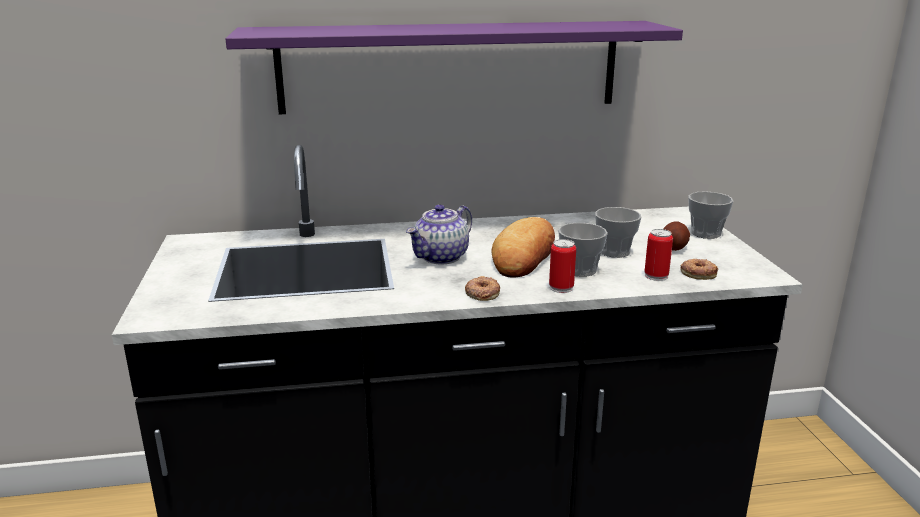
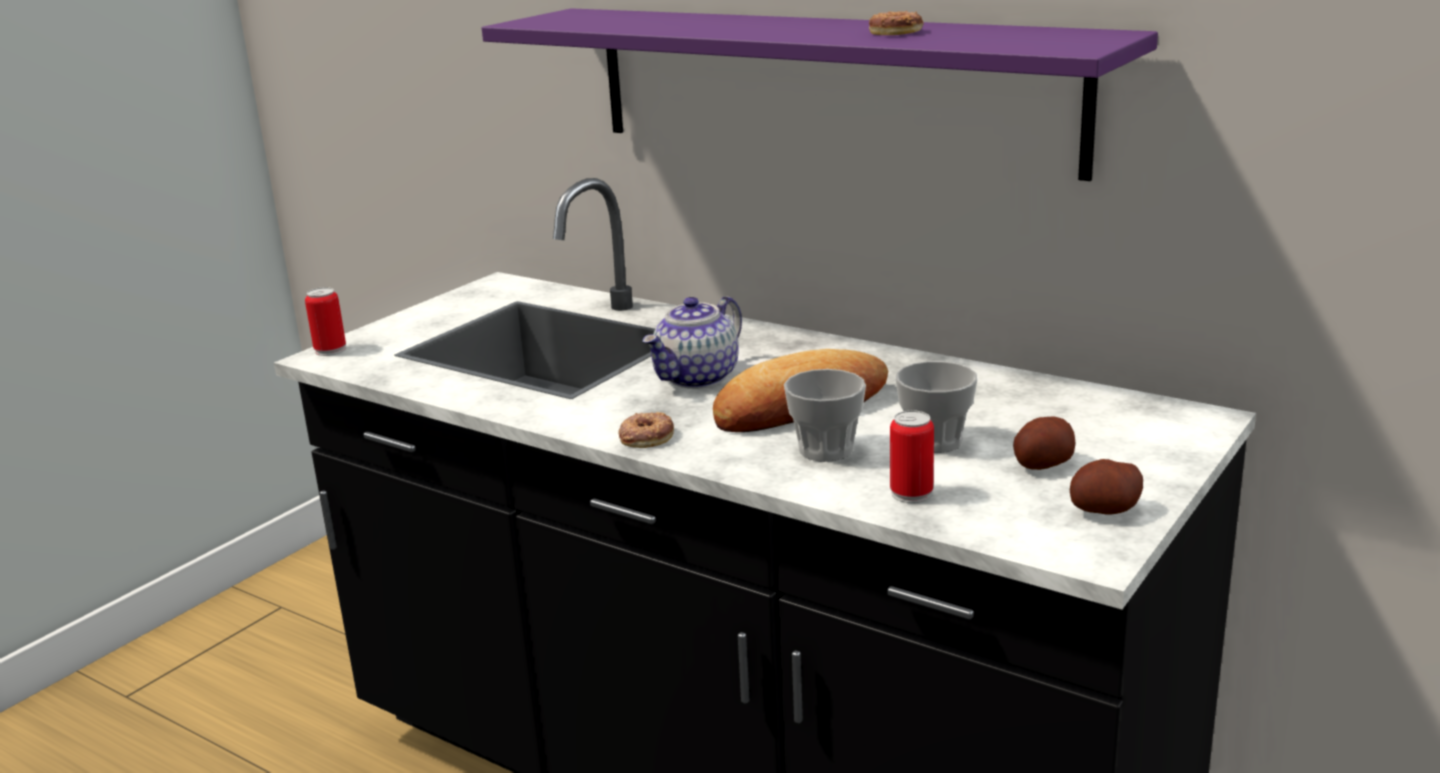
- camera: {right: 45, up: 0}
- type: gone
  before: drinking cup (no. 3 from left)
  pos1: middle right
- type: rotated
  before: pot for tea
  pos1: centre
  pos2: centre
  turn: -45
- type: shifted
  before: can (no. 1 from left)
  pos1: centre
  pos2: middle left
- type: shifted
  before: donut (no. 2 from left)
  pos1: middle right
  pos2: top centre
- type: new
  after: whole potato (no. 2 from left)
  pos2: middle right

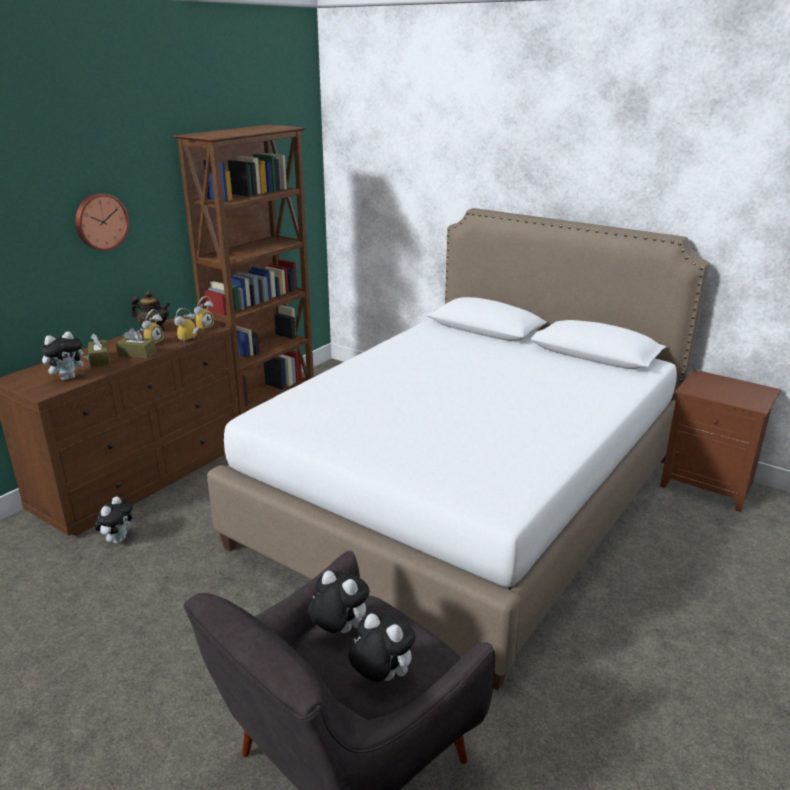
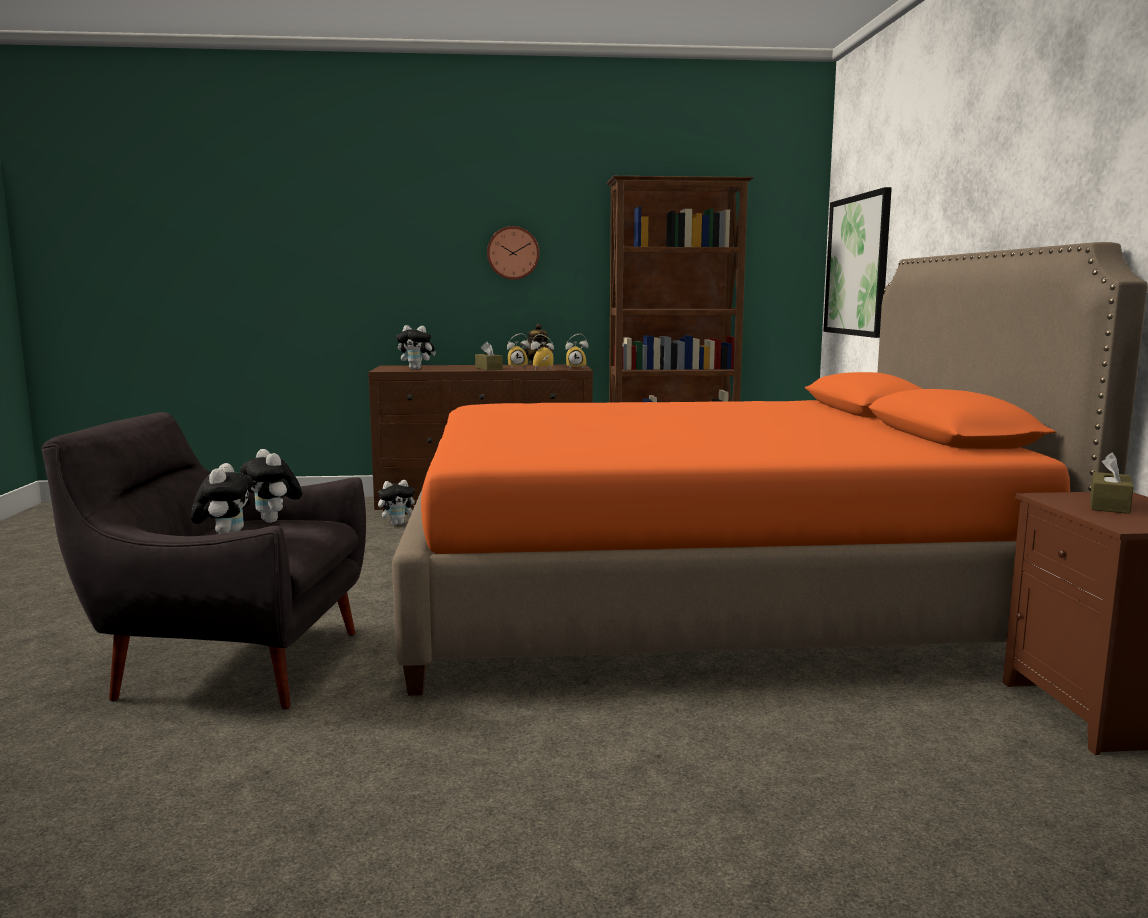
- camera: {right: 50, up: -15}
- type: repainted
  before: sleeping bed (white)
  after: sleeping bed (orangey)
  pos1: centre
  pos2: middle right
- type: shifted
  before: box of tissues (brown) (no. 1 from left in the first image)
  after: box of tissues (brown) (no. 2 from left)
  pos1: middle left
  pos2: middle right
- type: rotated
  before: cuddly toy (no. 3 from left in the first image)
  pos1: bottom centre
  pos2: middle left
  turn: 150
- type: new
  after: wall art
  pos2: top right

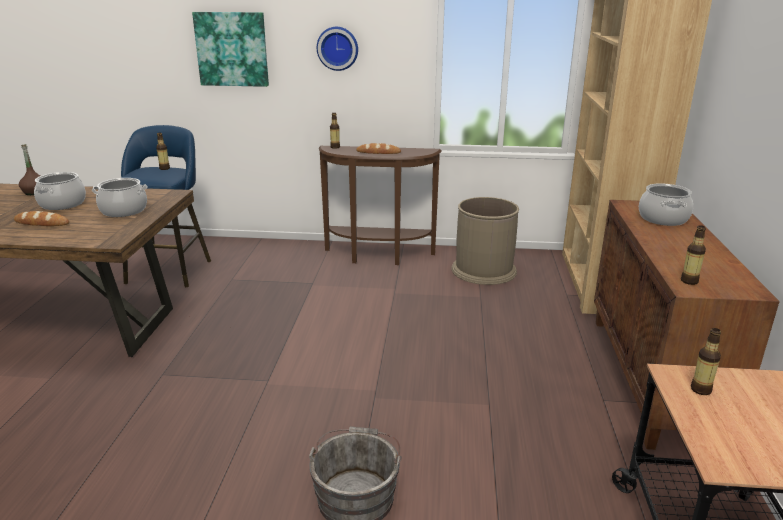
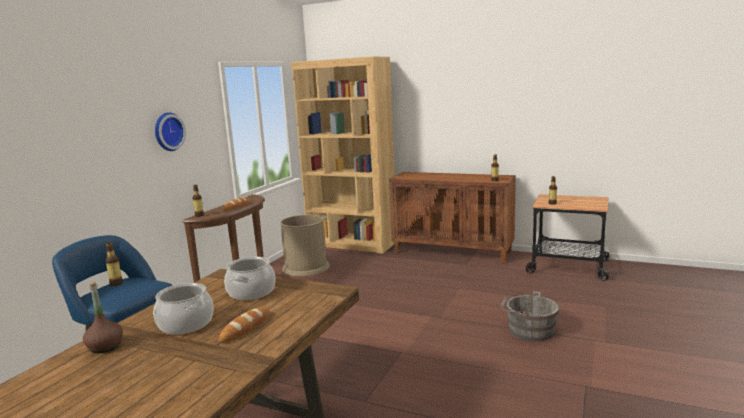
- camera: {right: -70, up: -10}
- type: gone
  before: wall art
  pos1: top left
- type: gone
  before: cooking pot (no. 3 from left)
  pos1: middle right

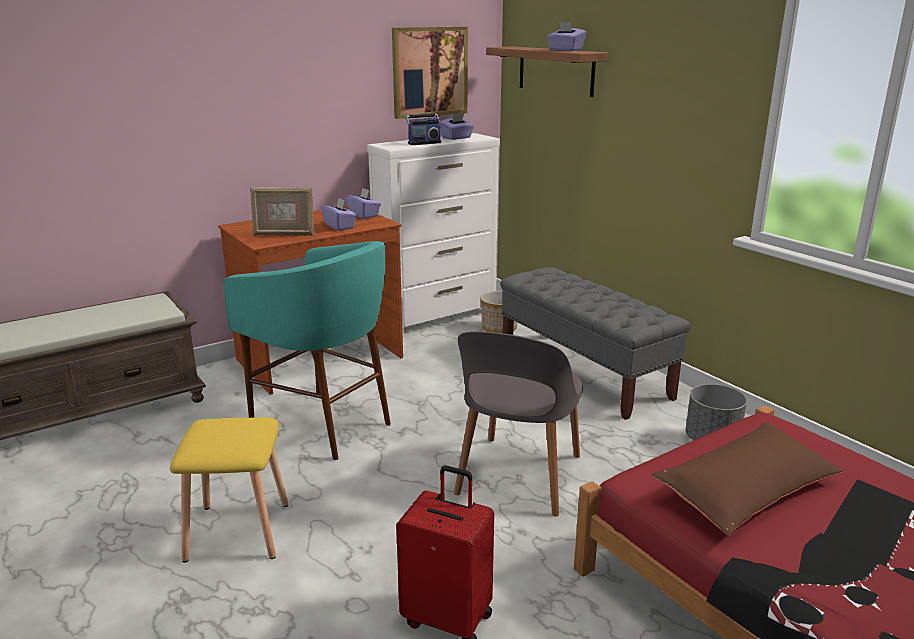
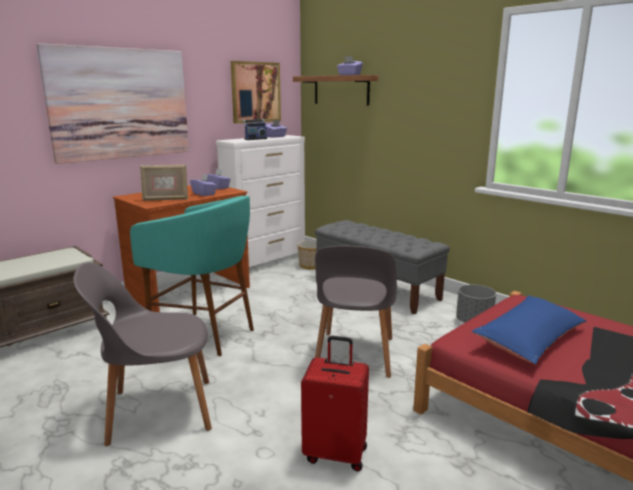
- camera: {right: -10, up: -5}
- type: swapped
  before: sitting stool (yellow)
  after: plain chair (grey) (no. 1 from left)
  pos1: bottom left
  pos2: bottom left
- type: repainted
  before: cushion (brown)
  after: cushion (blue)
  pos1: bottom right
  pos2: bottom right
- type: new
  after: wall art (no. 1 from left)
  pos2: top left

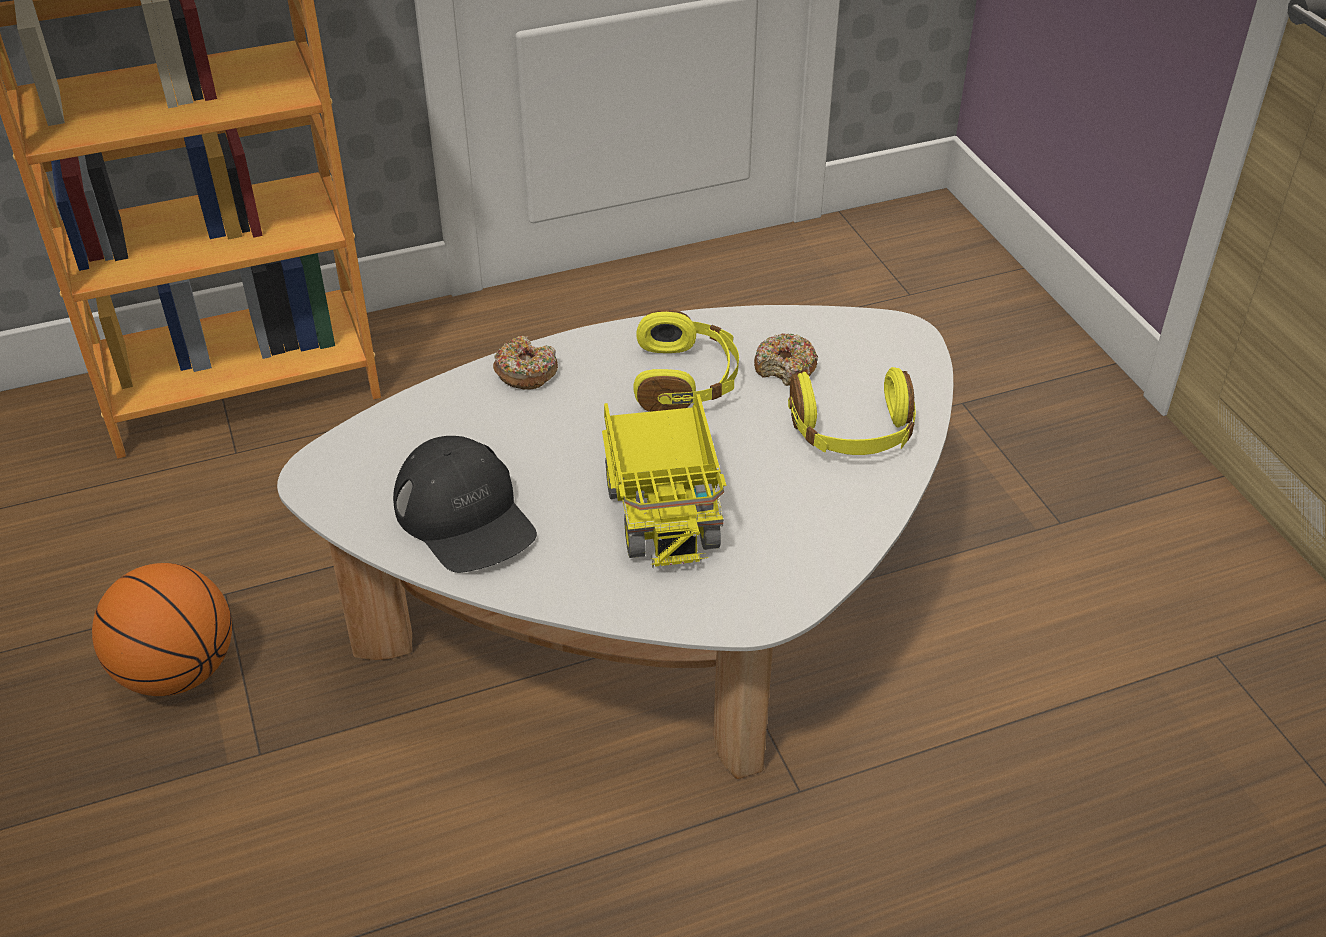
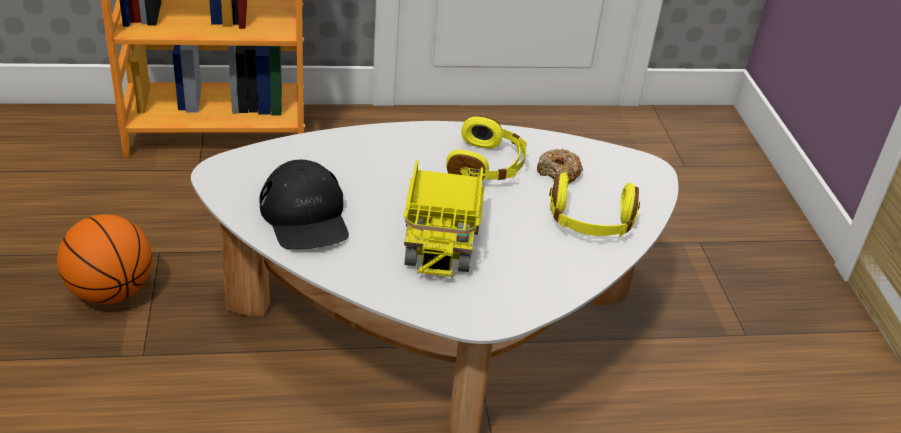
- camera: {right: 10, up: -5}
- type: gone
  before: donut (no. 1 from left)
  pos1: centre

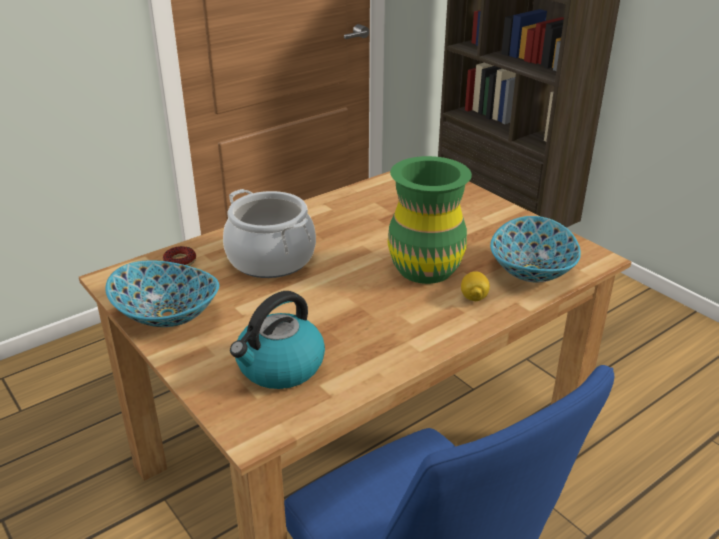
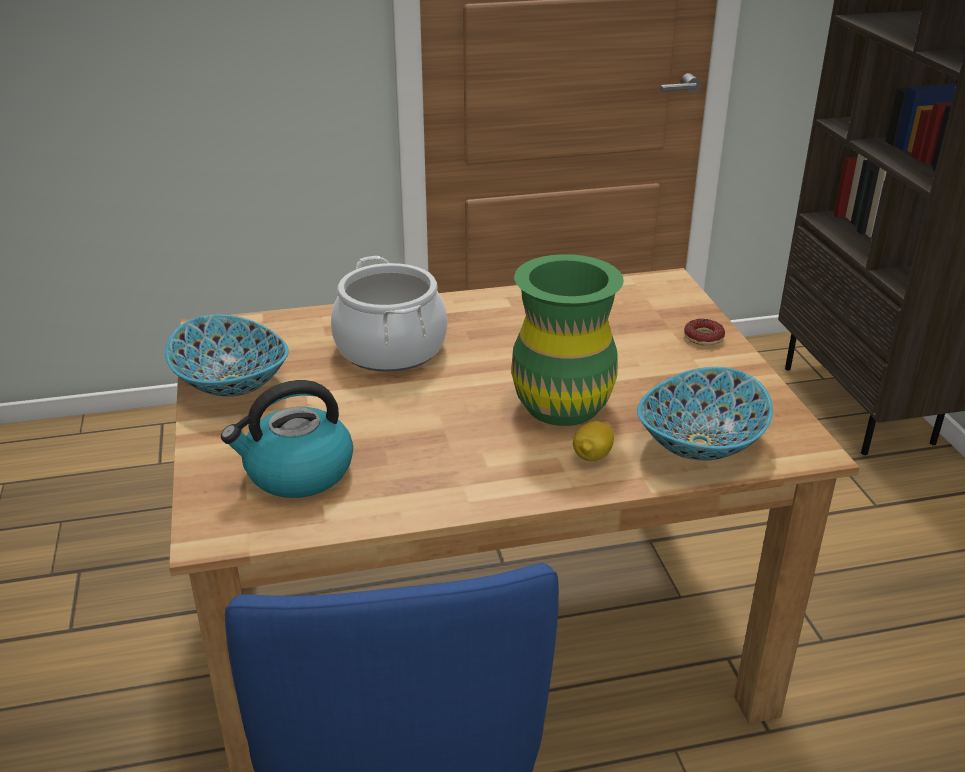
- camera: {right: 25, up: 0}
- type: shifted
  before: donut
  pos1: middle left
  pos2: middle right

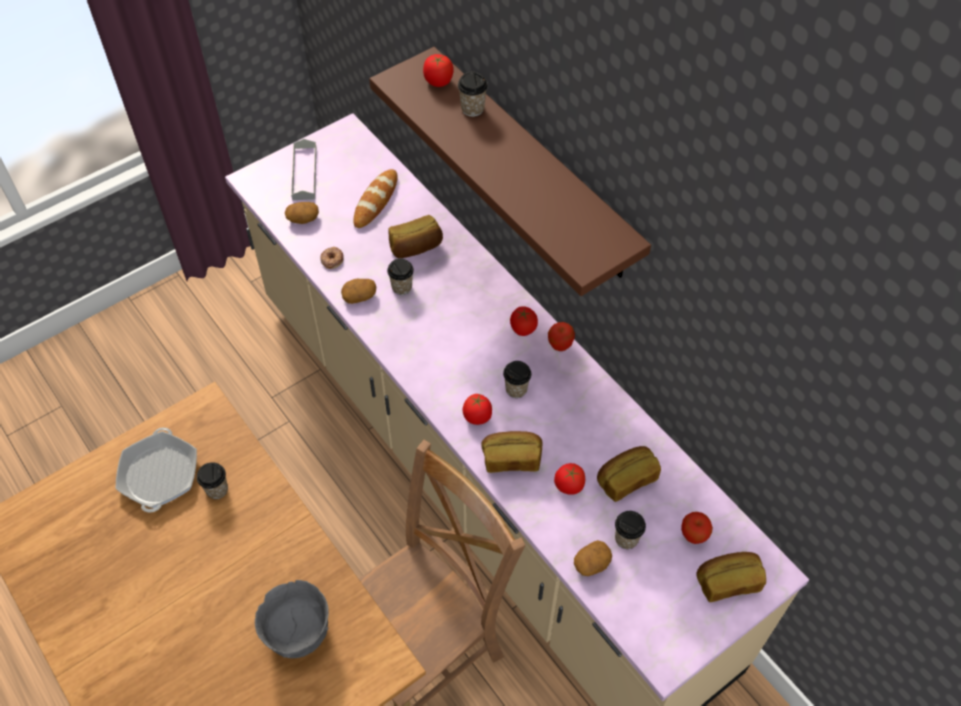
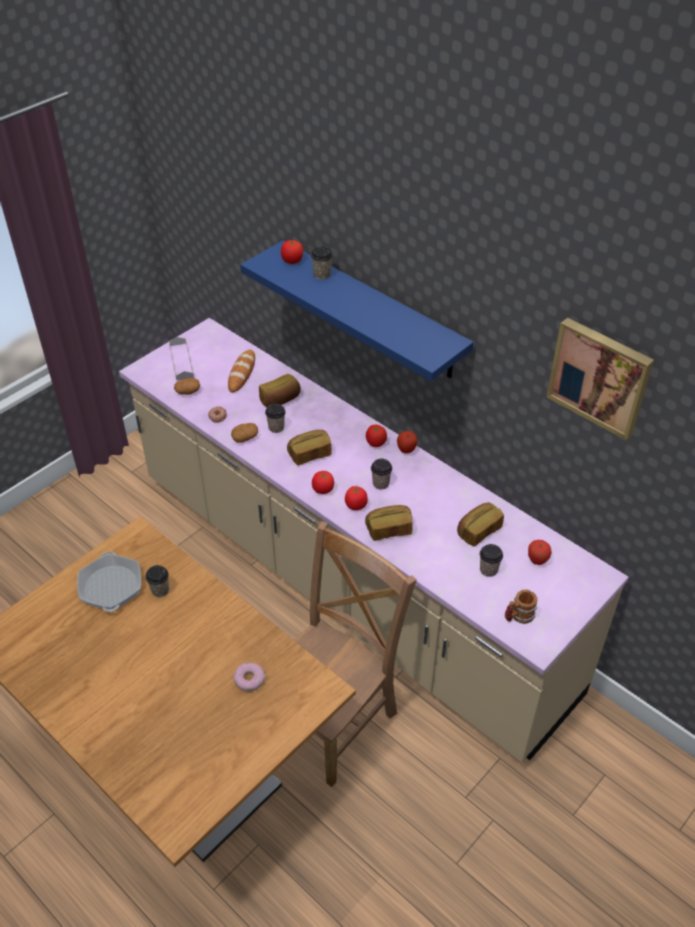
- camera: {right: -10, up: -10}
- type: repainted
  before: shelf (brown)
  after: shelf (blue)
  pos1: top centre
  pos2: centre
- type: shifted
  before: fresh tomato (no. 4 from left in the first image)
  after: fresh tomato (no. 2 from left)
  pos1: bottom centre
  pos2: centre
- type: gone
  before: whole potato (no. 3 from left)
  pos1: bottom centre
- type: shifted
  before: bakery bread (no. 5 from left in the first image)
  after: bakery bread (no. 3 from left)
  pos1: bottom right
  pos2: centre
- type: swapped
  before: deep dish (grey)
  after: donut (no. 2 from left)
  pos1: bottom left
  pos2: bottom centre
- type: new
  after: wall art
  pos2: middle right
- type: new
  after: tea mug
  pos2: middle right

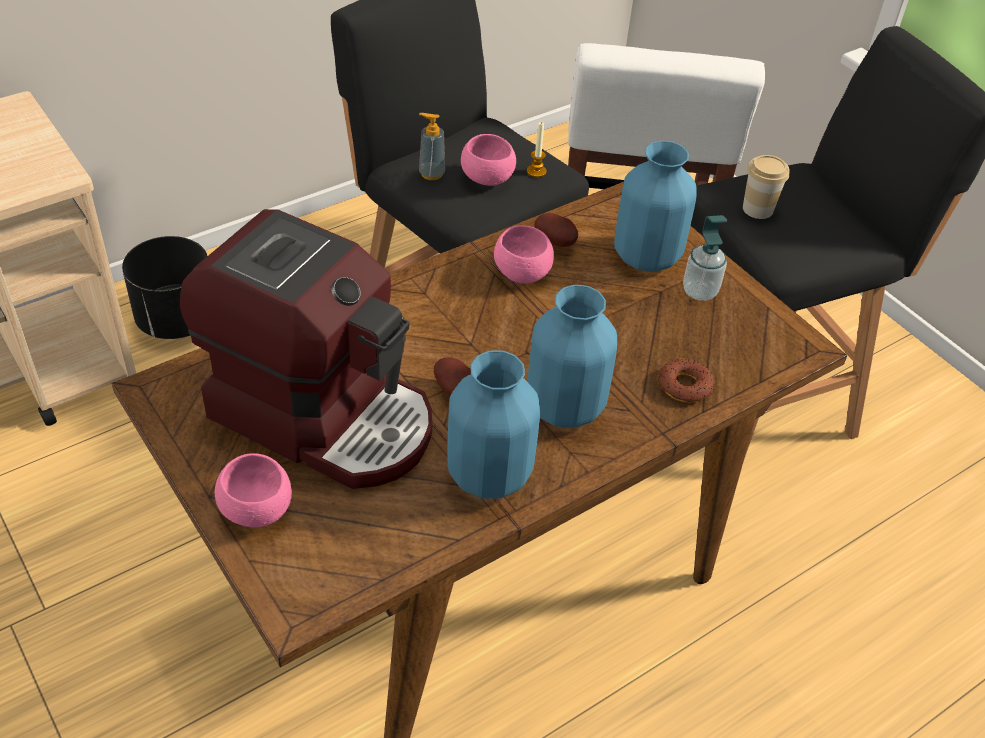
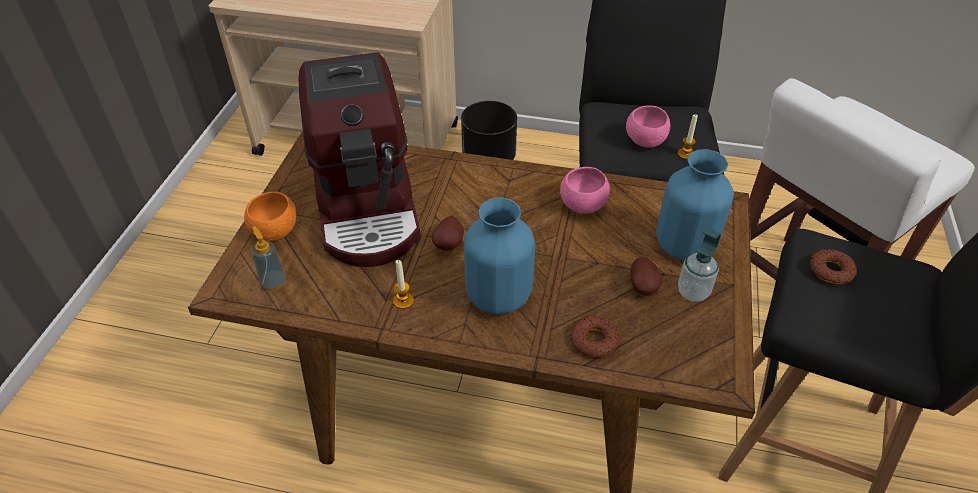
- camera: {right: 50, up: 0}
- type: shifted
  before: soap bottle (no. 1 from left)
  pos1: top centre
  pos2: middle left
- type: swapped
  before: drinking cup
  after: donut (no. 2 from left)
  pos1: top right
  pos2: middle right
- type: shifted
  before: whole potato (no. 2 from left)
  pos1: top centre
  pos2: centre
- type: swapped
  before: flower vase (blue) (no. 1 from left)
  after: wax light (no. 1 from left)
  pos1: centre
  pos2: centre
- type: repainted
  before: deep dish (pink) (no. 1 from left)
  after: deep dish (orangey)
  pos1: middle left
  pos2: middle left

